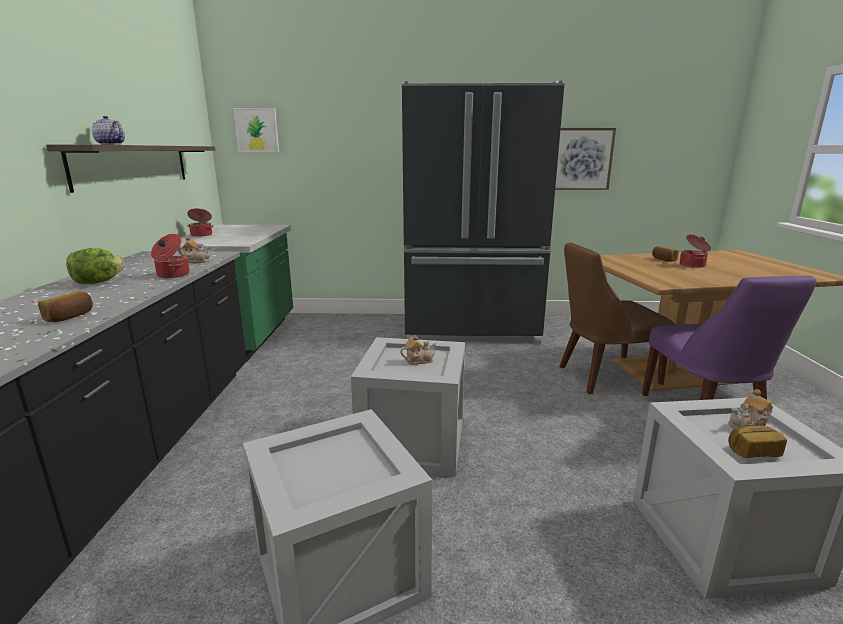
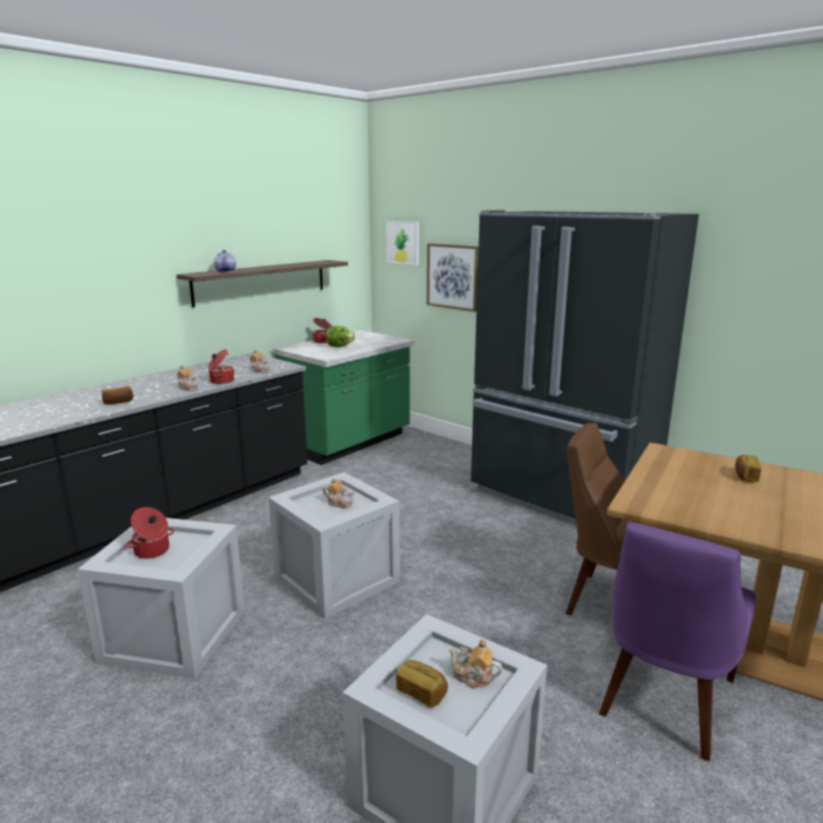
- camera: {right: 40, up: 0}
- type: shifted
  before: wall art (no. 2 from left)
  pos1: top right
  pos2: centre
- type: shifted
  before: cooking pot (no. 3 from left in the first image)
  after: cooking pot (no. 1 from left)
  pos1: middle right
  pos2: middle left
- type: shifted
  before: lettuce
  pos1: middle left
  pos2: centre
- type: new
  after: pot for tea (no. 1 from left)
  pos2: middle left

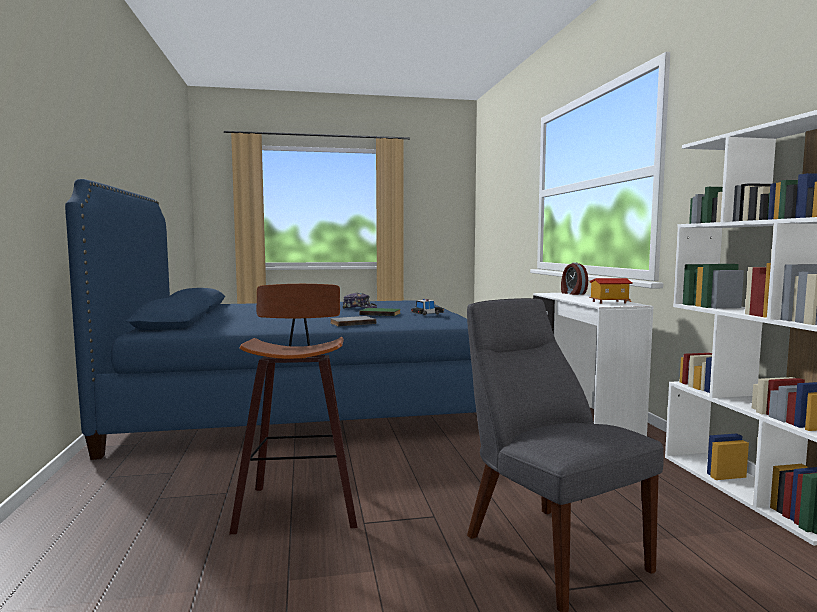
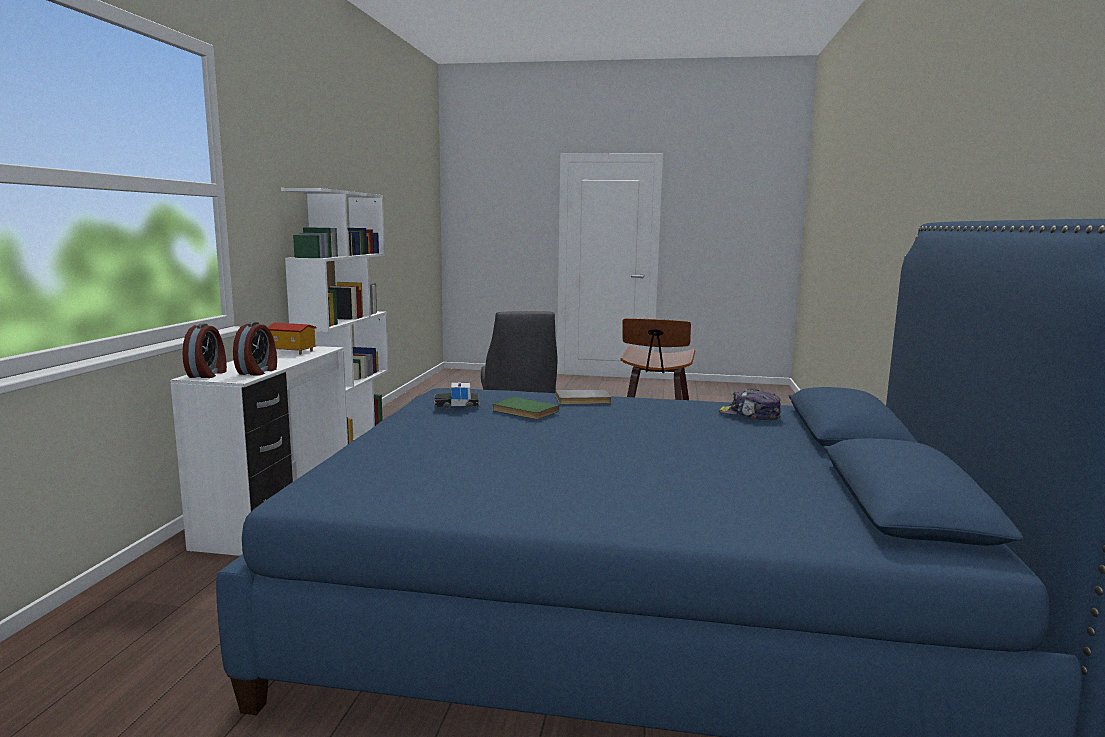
- camera: {right: -160, up: 5}
- type: shifted
  before: peaked cap
  pos1: centre
  pos2: middle right
- type: new
  after: alarm clock (no. 2 from left)
  pos2: middle left

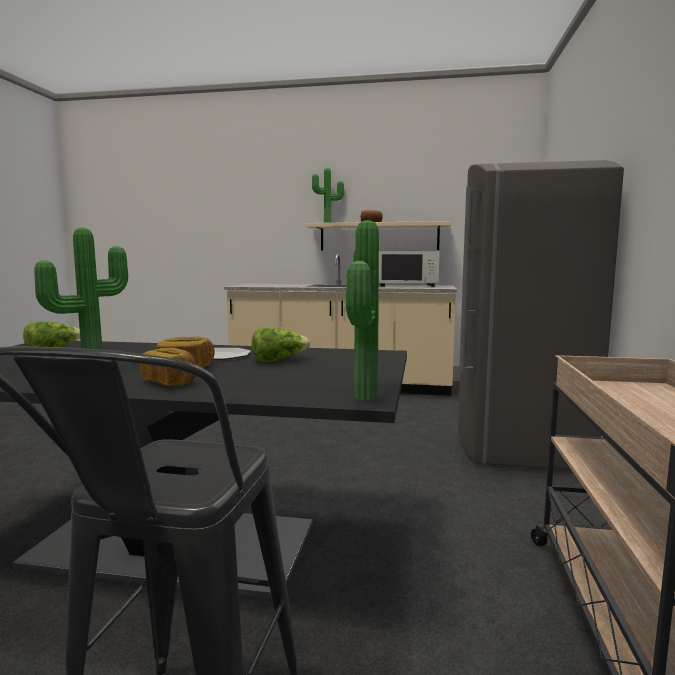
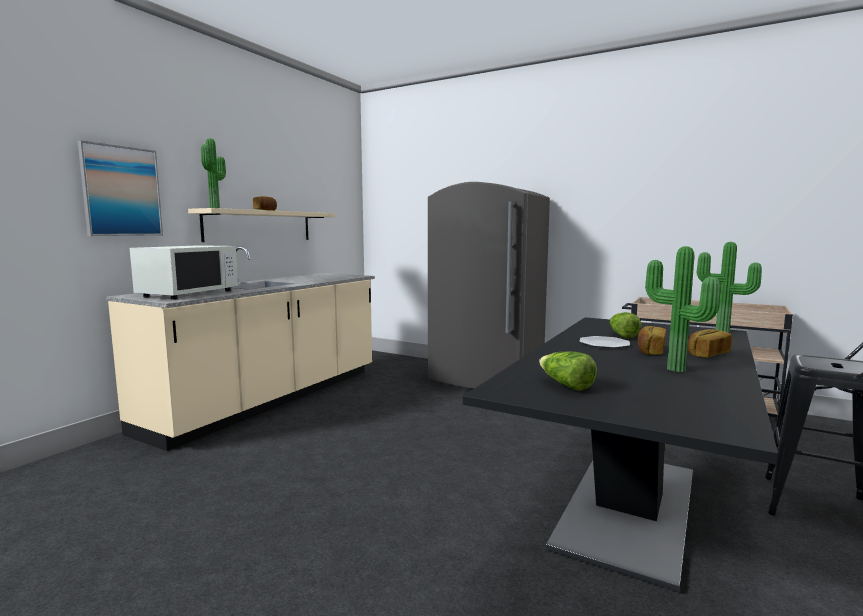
- camera: {right: -70, up: 0}
- type: shifted
  before: microwave oven (white)
  pos1: centre
  pos2: middle left
- type: new
  after: wall art
  pos2: top left

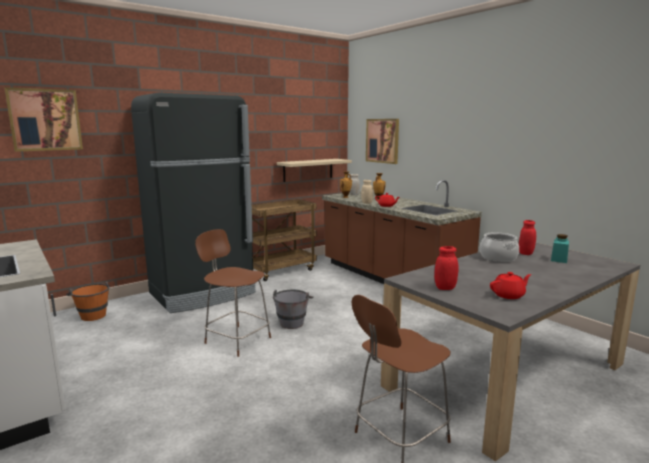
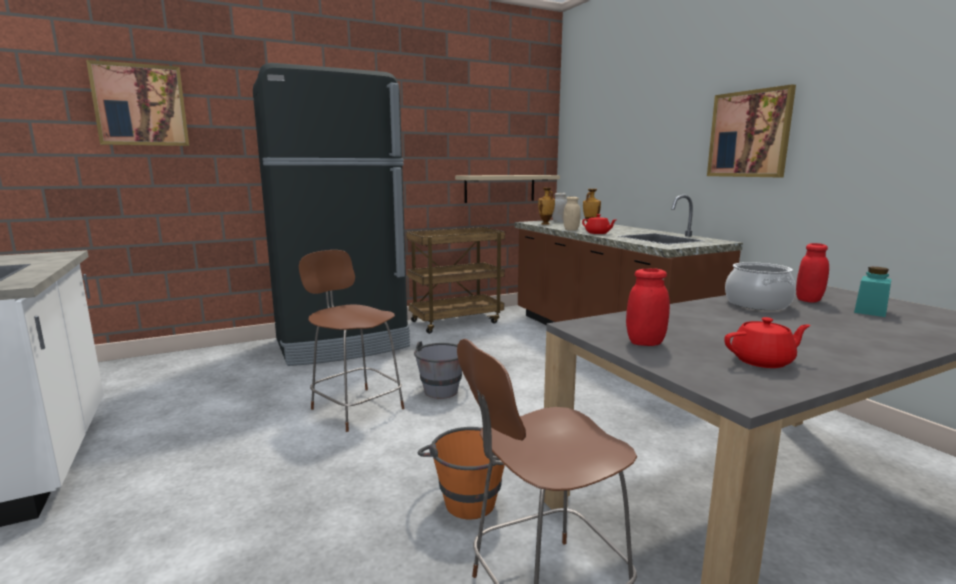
- camera: {right: 10, up: 0}
- type: shifted
  before: wall art (no. 2 from left)
  pos1: top centre
  pos2: top right
- type: shifted
  before: pail (orangey)
  pos1: middle left
  pos2: bottom centre

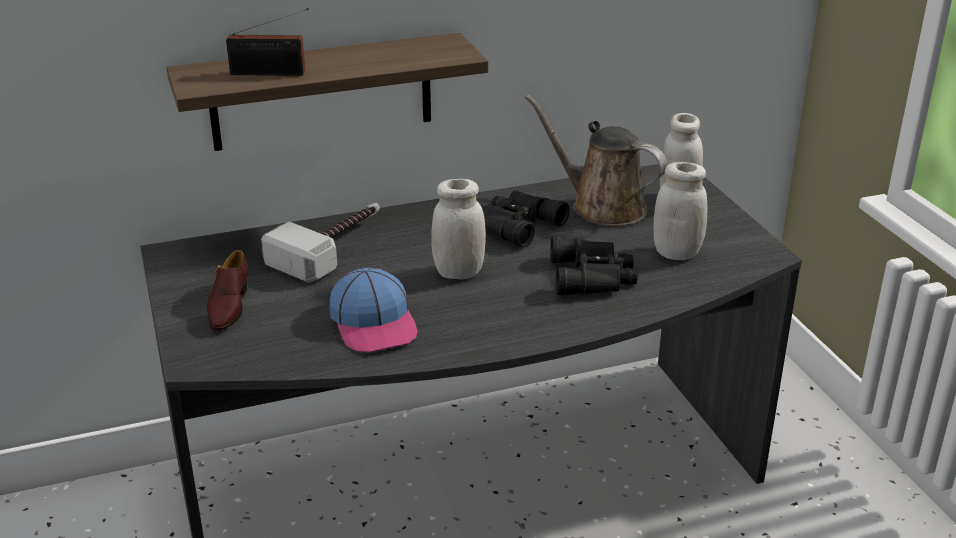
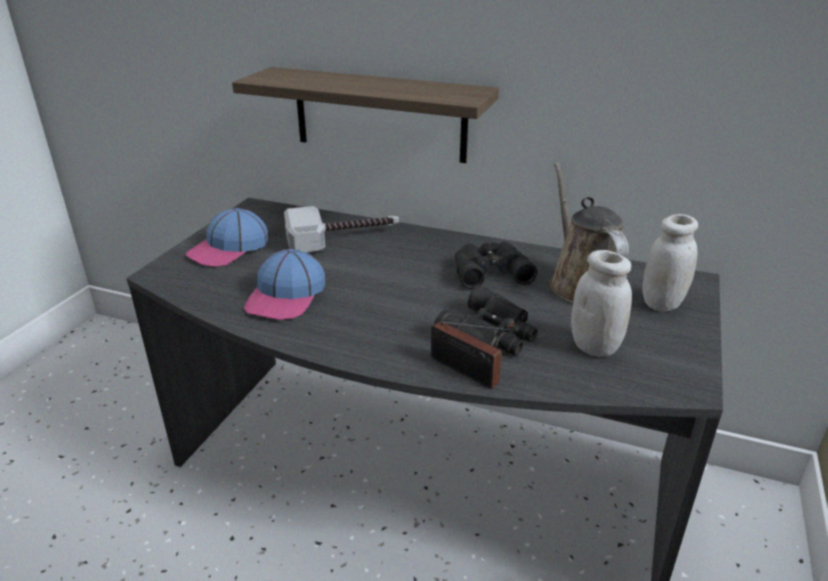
- camera: {right: 40, up: 0}
- type: shifted
  before: radio
  pos1: top left
  pos2: centre
- type: gone
  before: preserve jar (white) (no. 1 from left)
  pos1: centre
- type: swapped
  before: low shoe (brown)
  after: peaked cap (no. 1 from left)
  pos1: middle left
  pos2: middle left

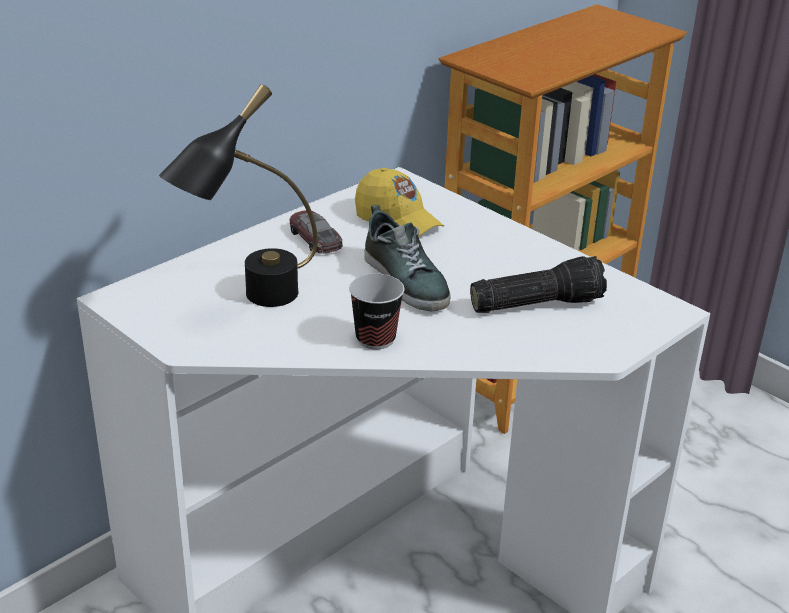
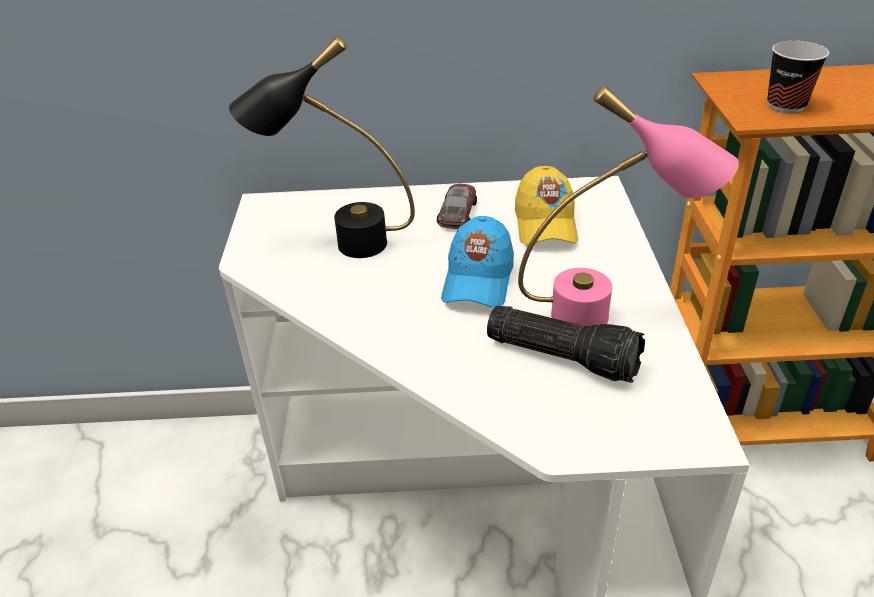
- camera: {right: 45, up: 5}
- type: swapped
  before: low shoe
  after: peaked cap (blue)
  pos1: centre
  pos2: centre
- type: shifted
  before: drinking cup
  pos1: centre
  pos2: top right
- type: new
  after: table lamp (pink)
  pos2: middle right

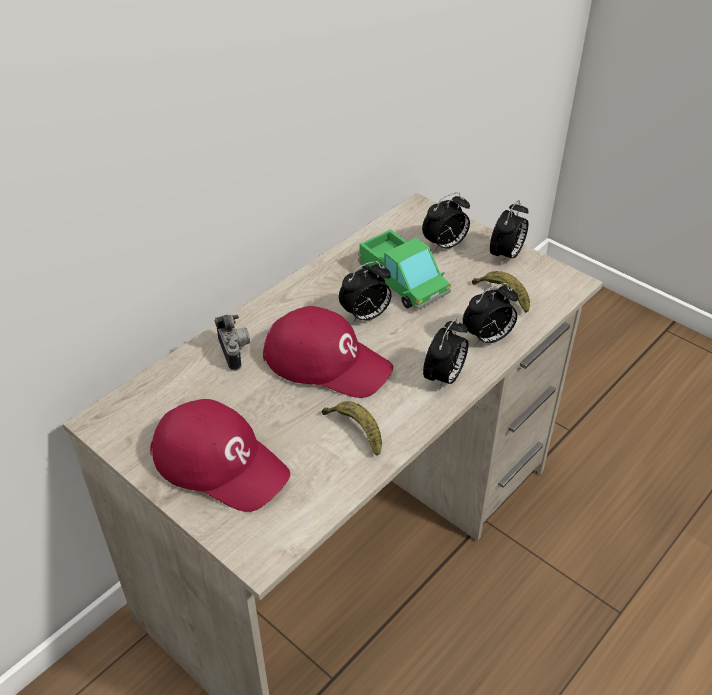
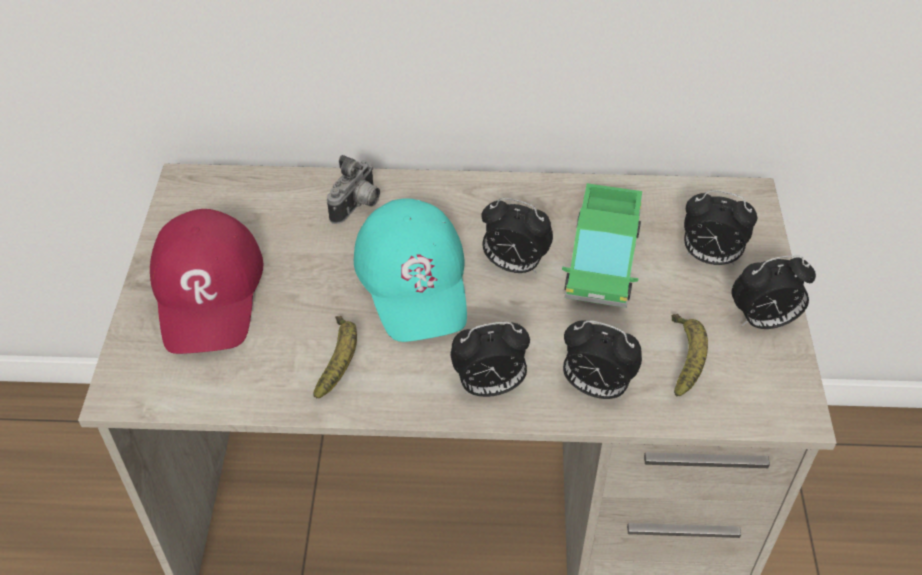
- camera: {right: 50, up: 5}
- type: repainted
  before: peaked cap (red) (no. 2 from left)
  after: peaked cap (turquoise-coloured)
  pos1: centre
  pos2: centre

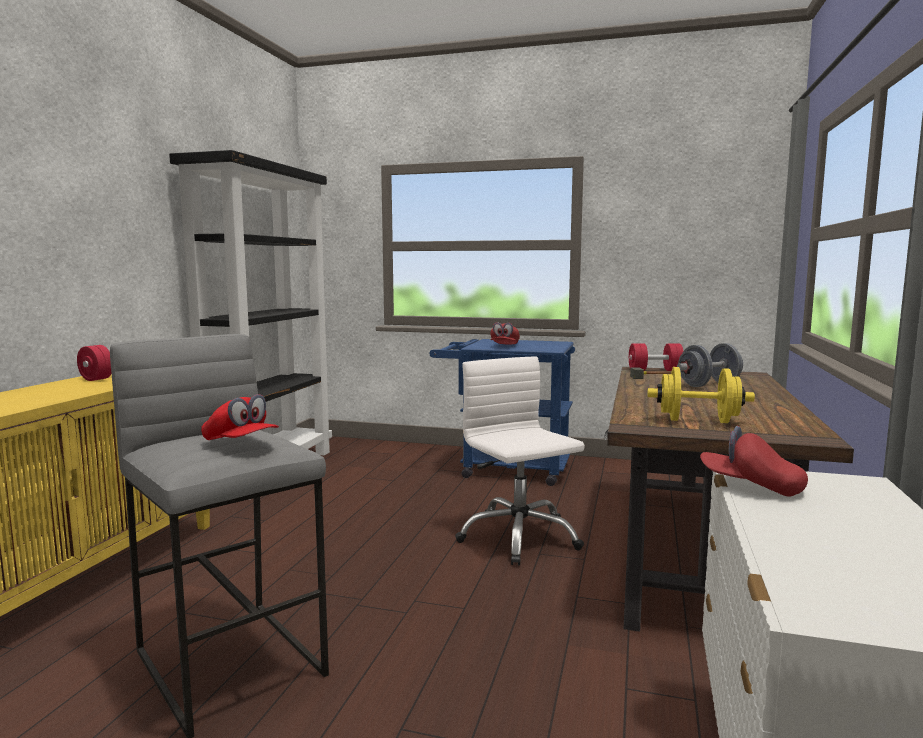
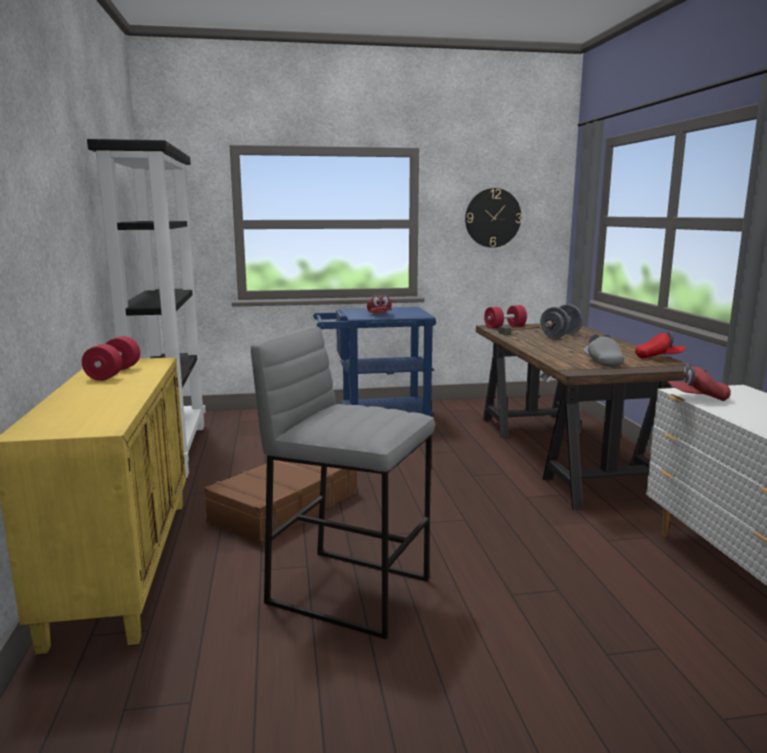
- camera: {right: -25, up: 5}
- type: gone
  before: desk chair (white)
  pos1: centre
- type: swapped
  before: dumbbell (yellow)
  after: peaked cap (grey)
  pos1: middle right
  pos2: middle right
- type: shifted
  before: peaked cap (red) (no. 1 from left in the first image)
  after: peaked cap (red) (no. 2 from left)
  pos1: middle left
  pos2: middle right
- type: new
  after: wall clock
  pos2: top centre
- type: new
  after: travel case (brown)
  pos2: bottom centre

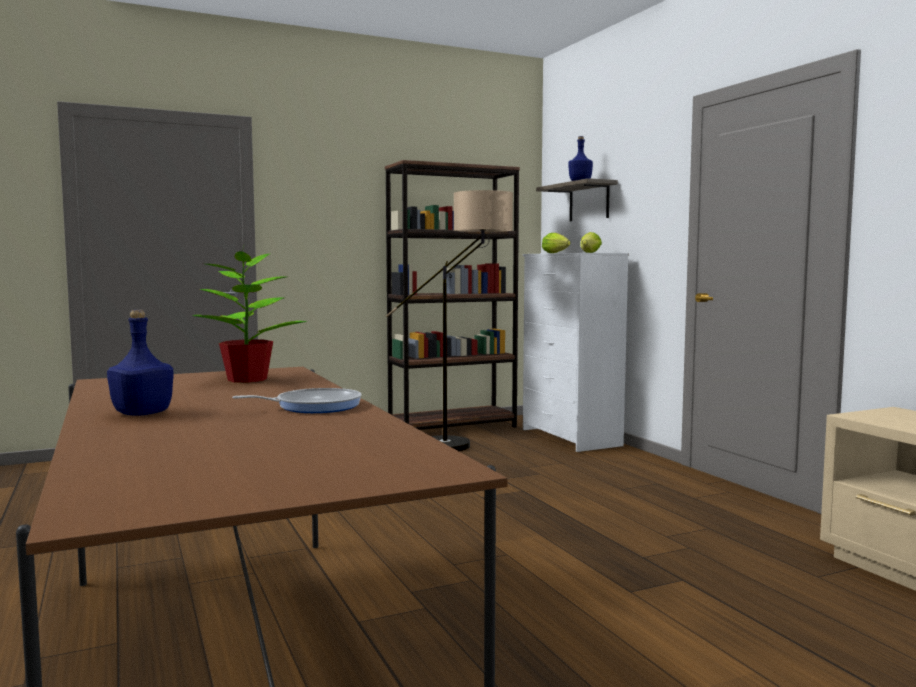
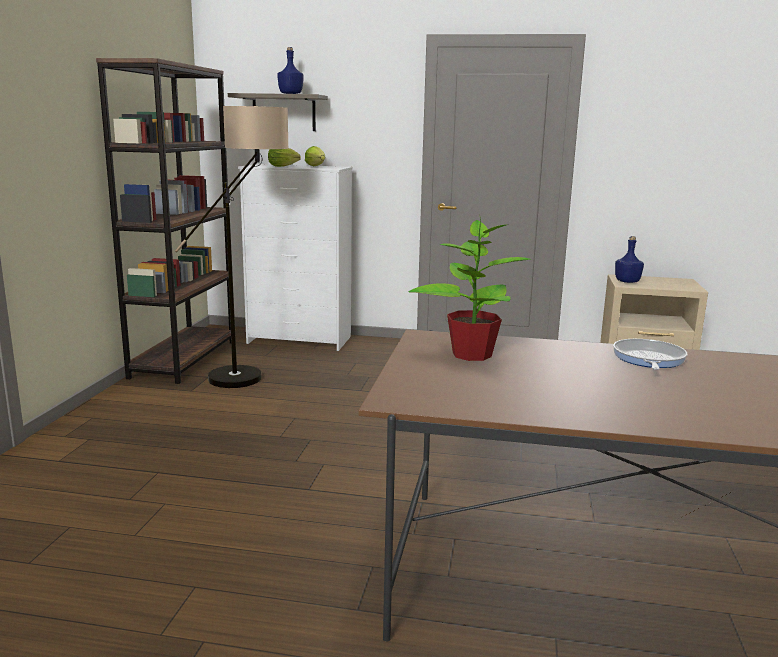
- camera: {right: -55, up: 10}
- type: shifted
  before: drink bottle (blue) (no. 1 from left in the first image)
  after: drink bottle (blue) (no. 2 from left)
  pos1: middle left
  pos2: middle right

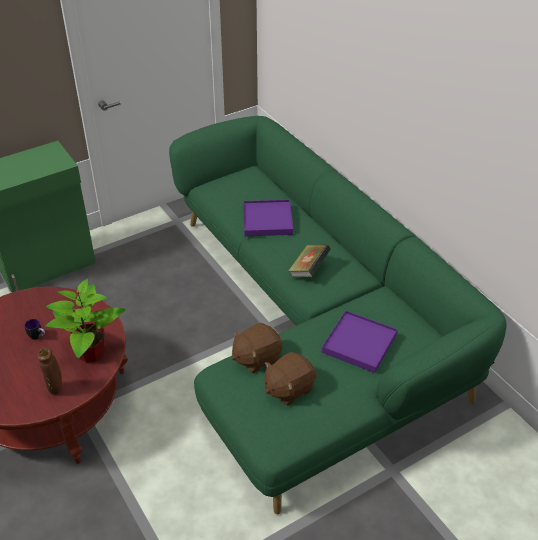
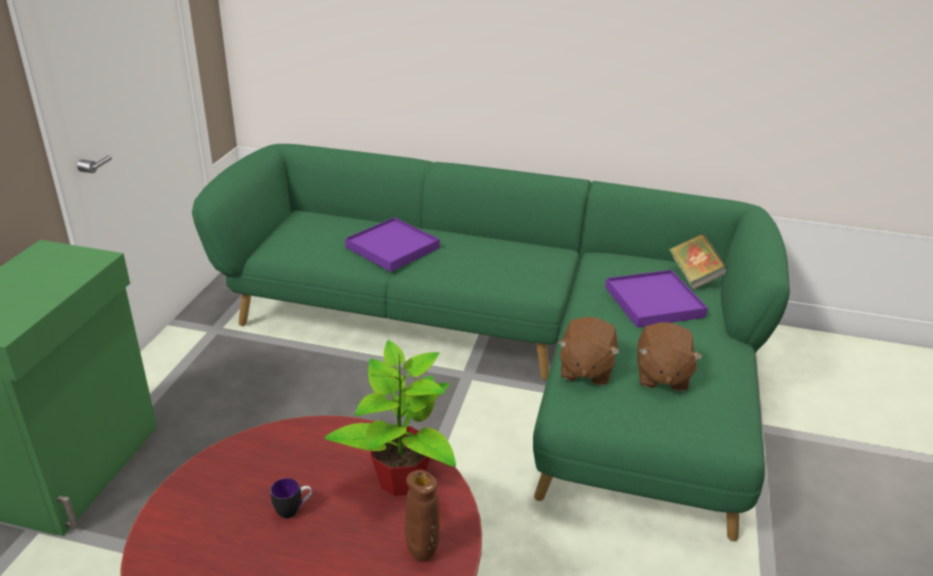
- camera: {right: -45, up: -10}
- type: shifted
  before: volume
  pos1: centre
  pos2: middle right

